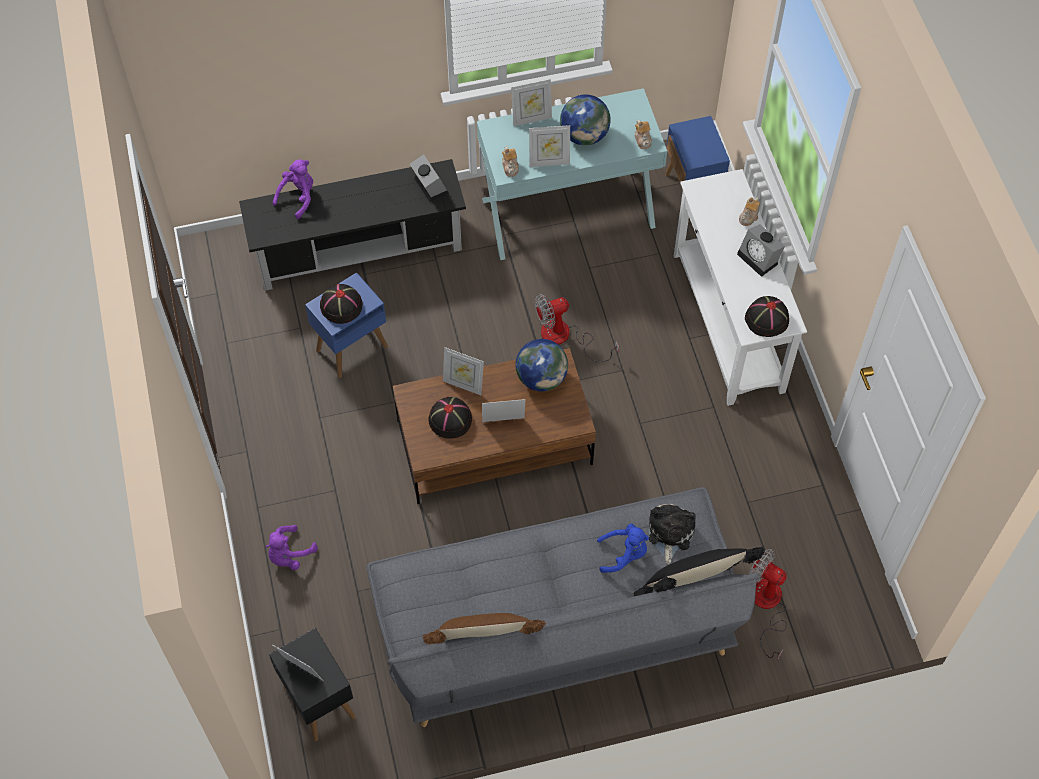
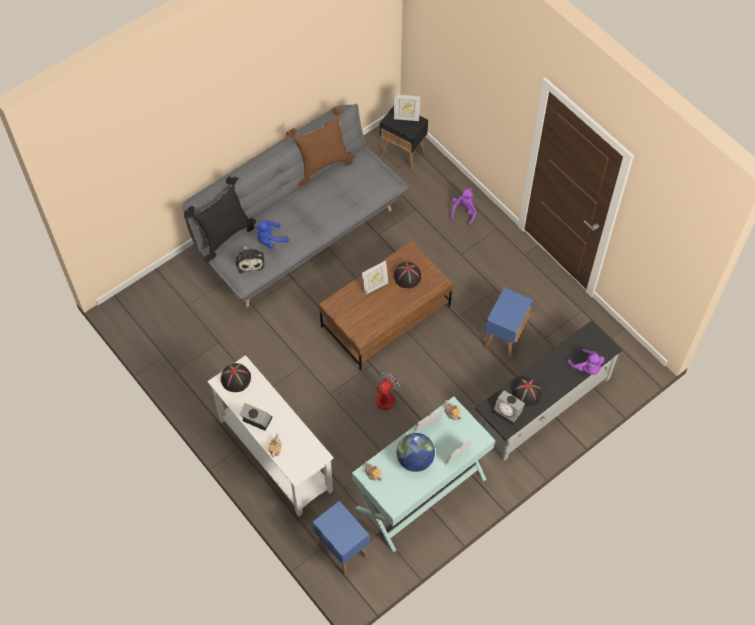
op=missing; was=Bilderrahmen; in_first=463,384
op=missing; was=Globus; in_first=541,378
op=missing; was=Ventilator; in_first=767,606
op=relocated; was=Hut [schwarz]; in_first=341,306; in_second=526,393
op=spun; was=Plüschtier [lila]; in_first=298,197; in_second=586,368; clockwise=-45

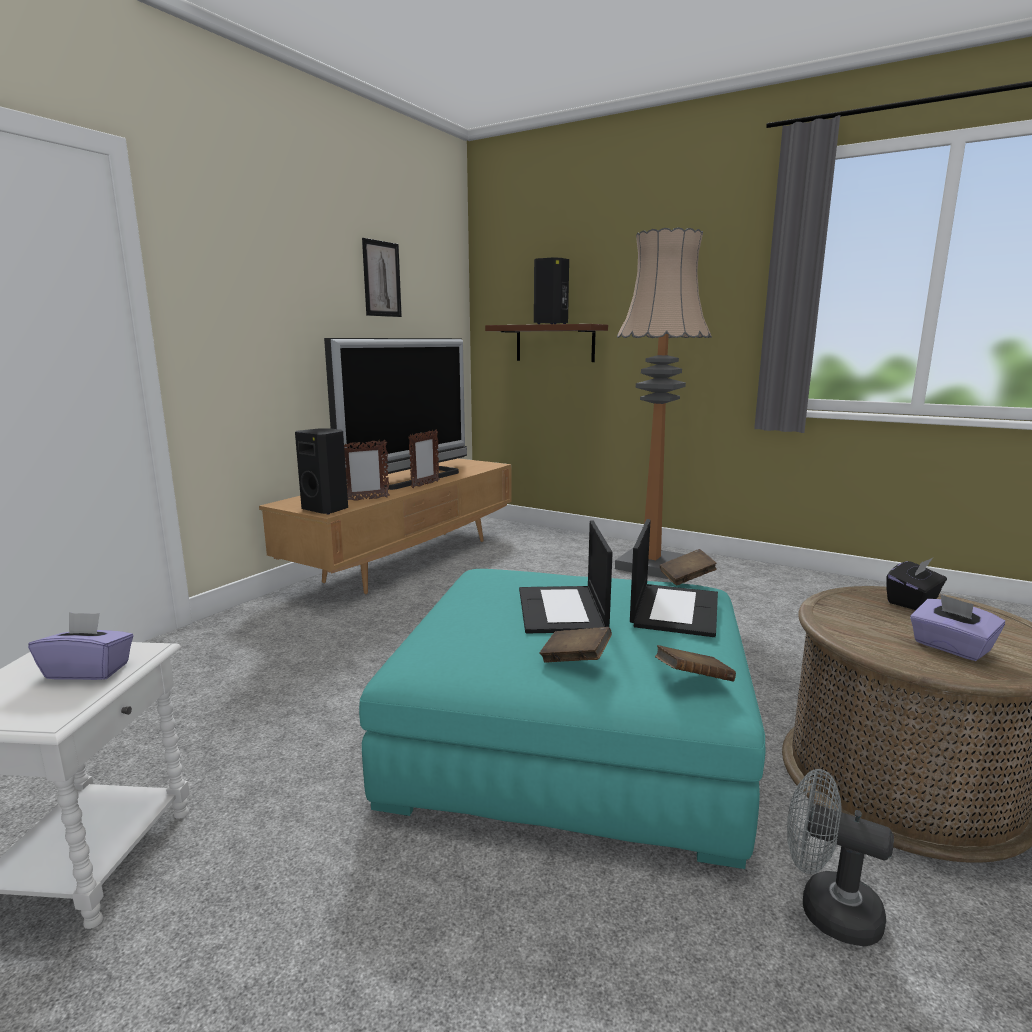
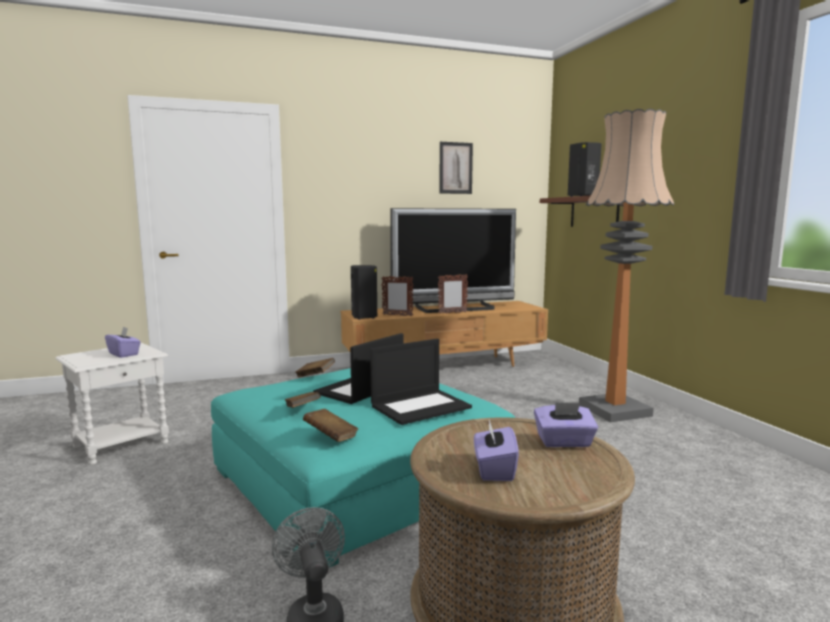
op=relocated; was=Buch [braun]; in_first=687,578; in_second=315,376
op=colour; was=Taschentuchbox [schwarz]; now=Taschentuchbox [lila]; in_first=913,602; in_second=564,442

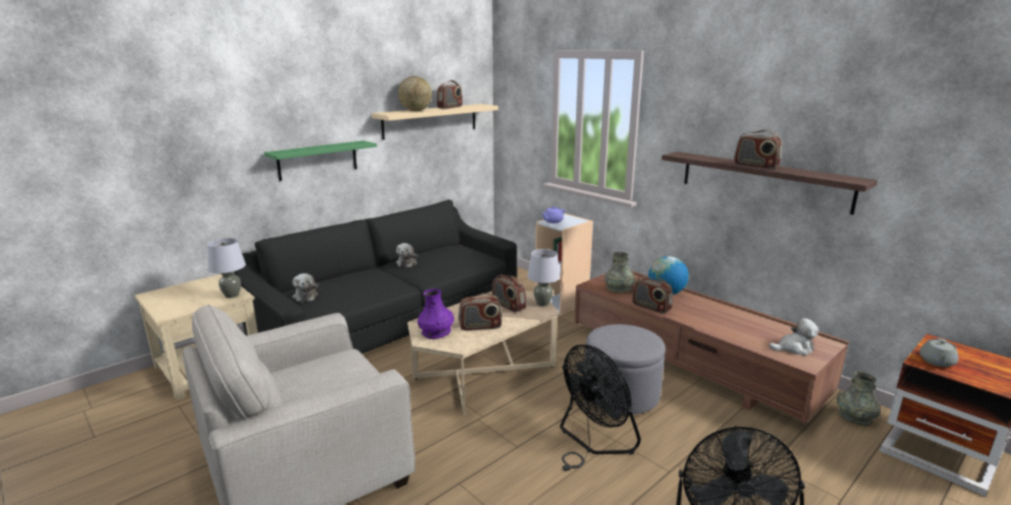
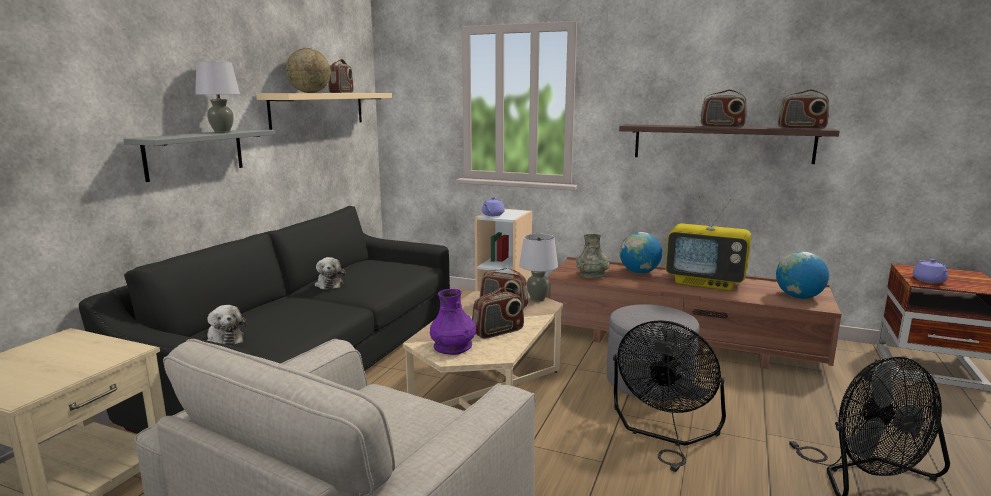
op=missing; was=Vase [grau]; in_first=855,417
op=appeared; now=Fernseher; in_second=706,282
op=relocated; was=Tischlampe [grau]; in_first=232,295; in_second=222,132
op=relocated; was=Radio; in_first=651,307; in_second=801,128
op=exchanged; was=Plüschtier; now=Globus; in_first=794,348; in_second=798,297
op=colour; was=Wandregal [grün]; now=Wandregal [grau]; in_first=318,160; in_second=195,153
op=colour; was=Teekanne [grau]; now=Teekanne [lila]; in_first=936,362; in_second=929,281

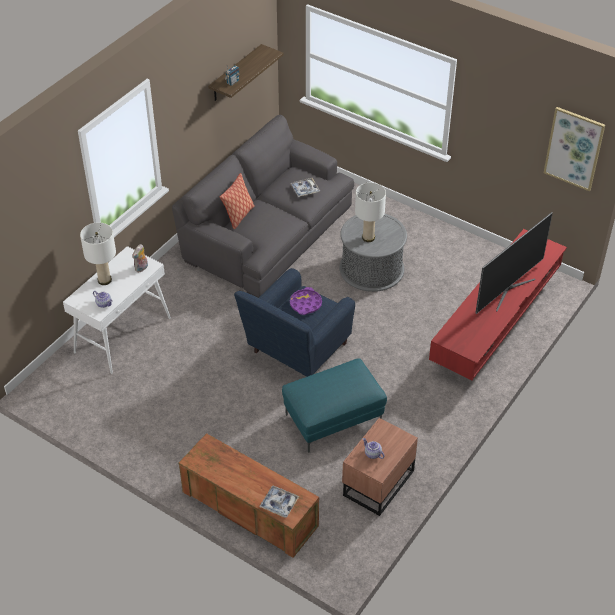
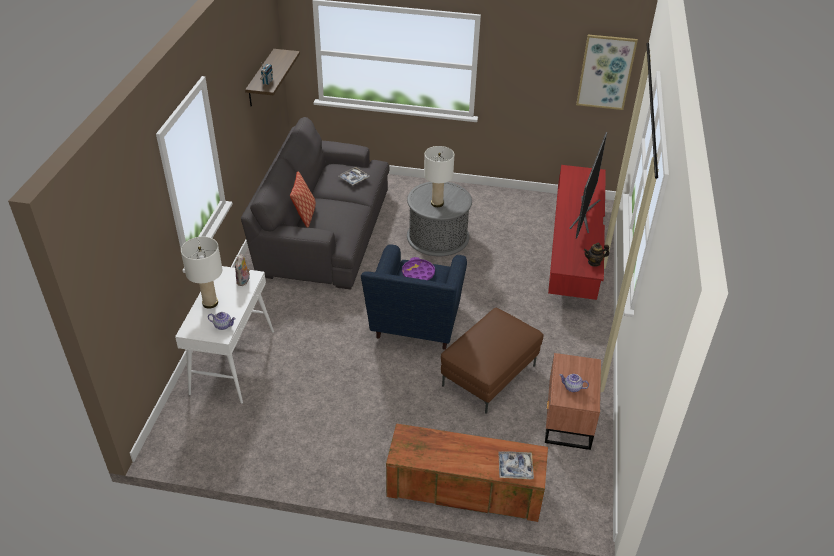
op=appeared; now=Teekanne; in_second=594,262
op=colour; was=Polsterhocker [türkis]; now=Polsterhocker [braun]; in_first=333,420; in_second=489,376

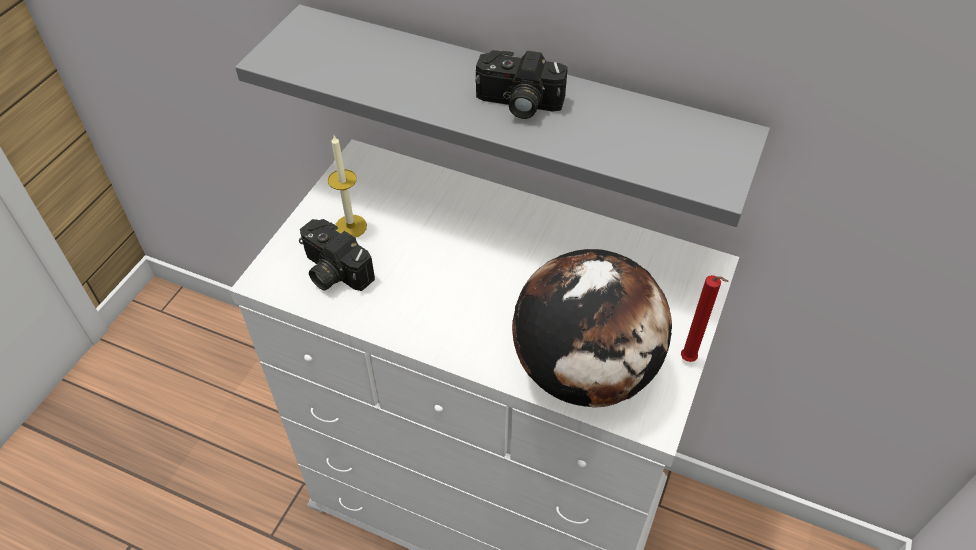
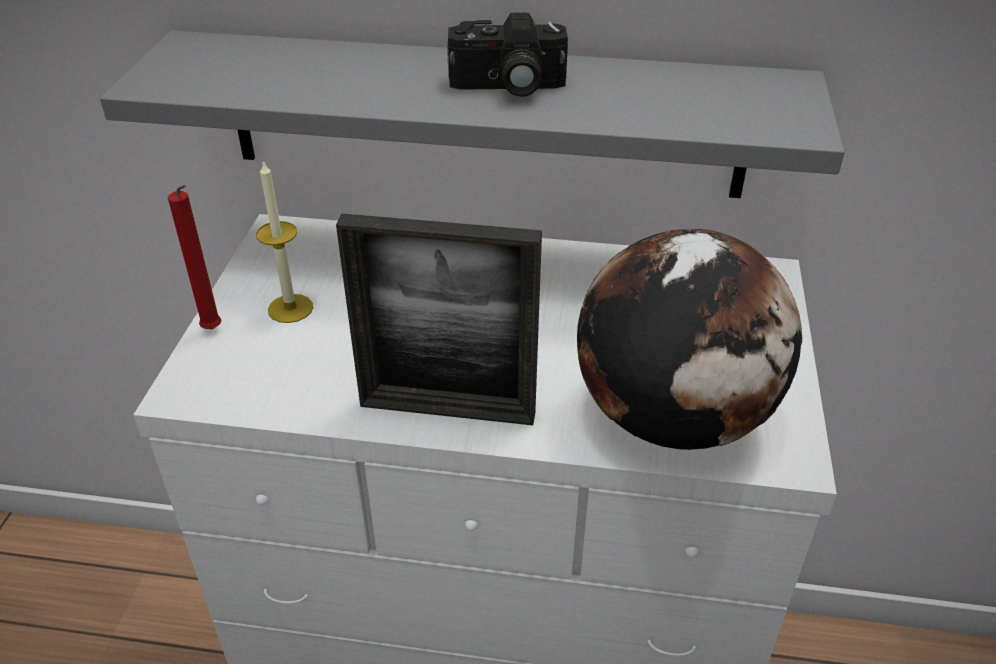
op=missing; was=Kamera; in_first=332,271
op=appeared; now=Bilderrahmen; in_second=447,409
op=relocated; was=Kerze [rot]; in_first=689,361; in_second=214,331

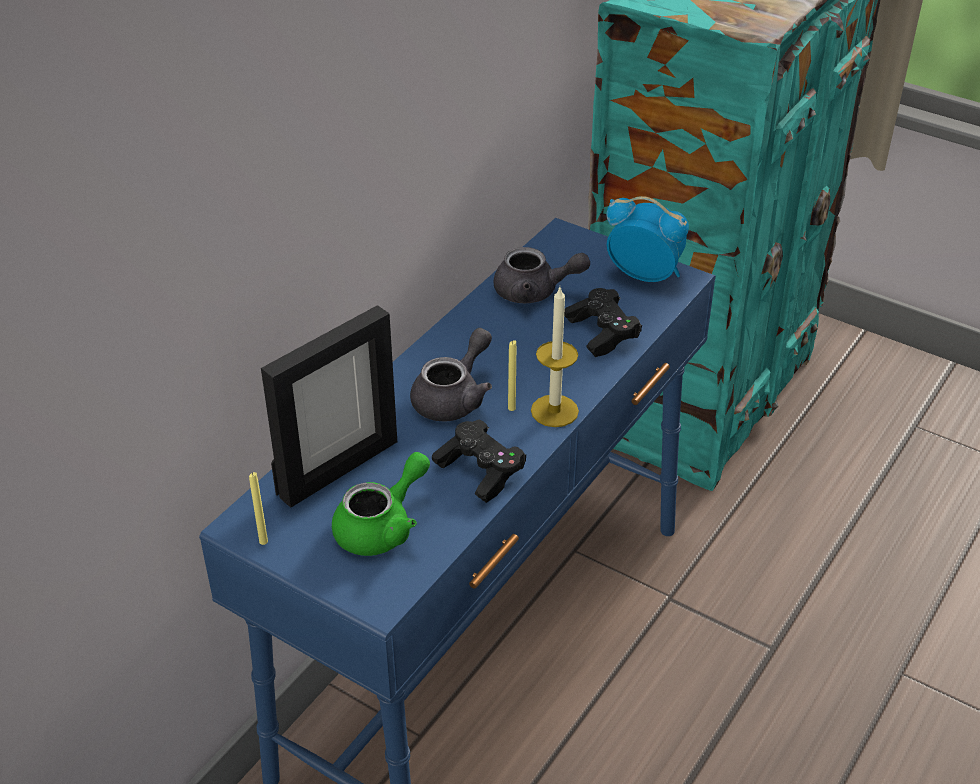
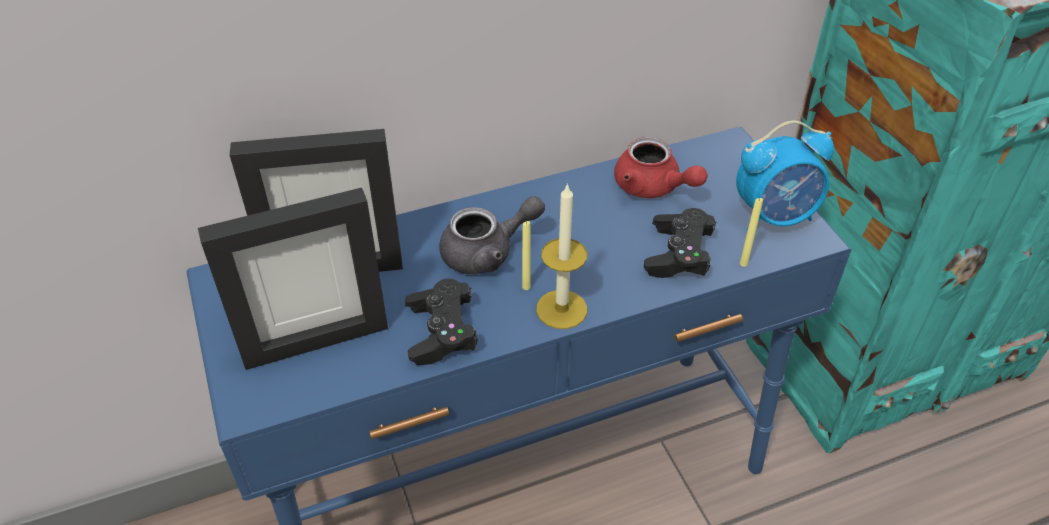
op=relocated; was=Kerze [gelb]; in_first=263,541; in_second=743,264
op=exchanged; was=Teekanne [grün]; now=Bilderrahmen; in_first=382,526; in_second=315,339
op=colour; was=Teekanne [grau]; now=Teekanne [rot]; in_first=535,292; in_second=653,187
op=spun; was=Wecker; in_first=644,274; in_second=775,216; clockwise=105

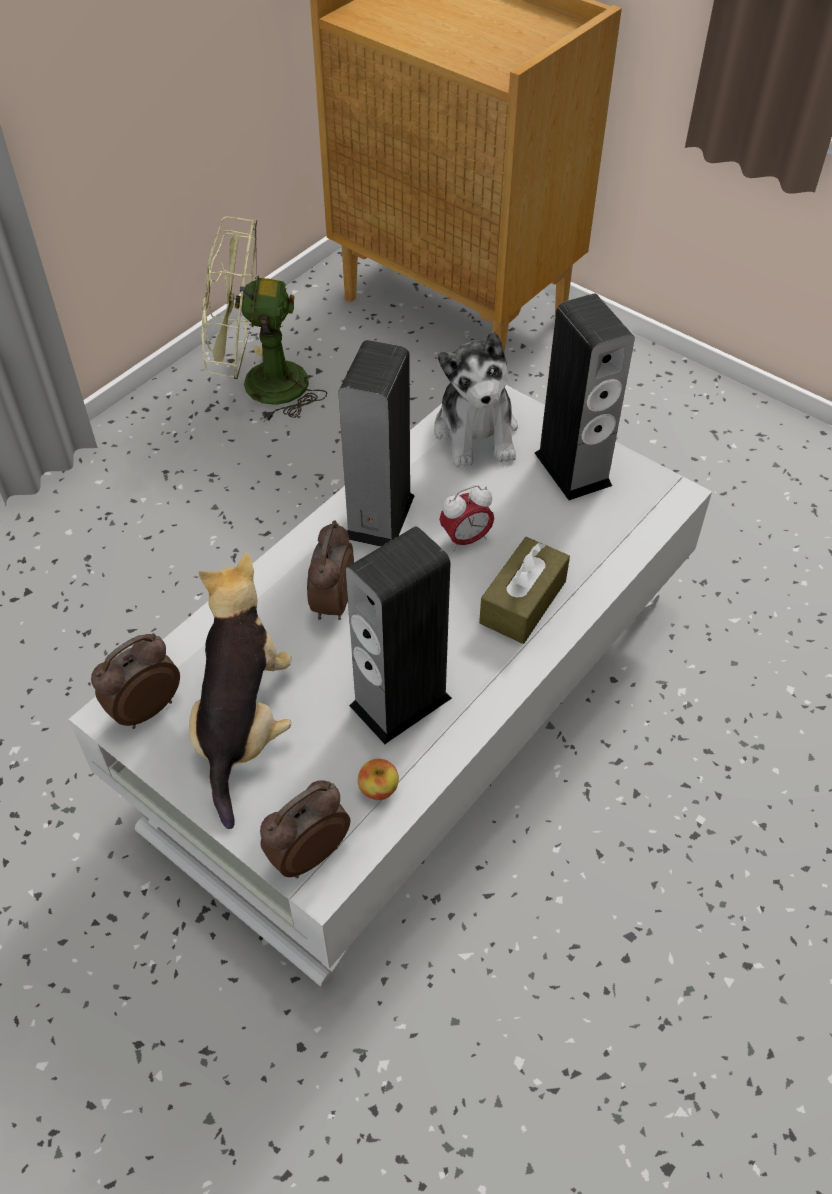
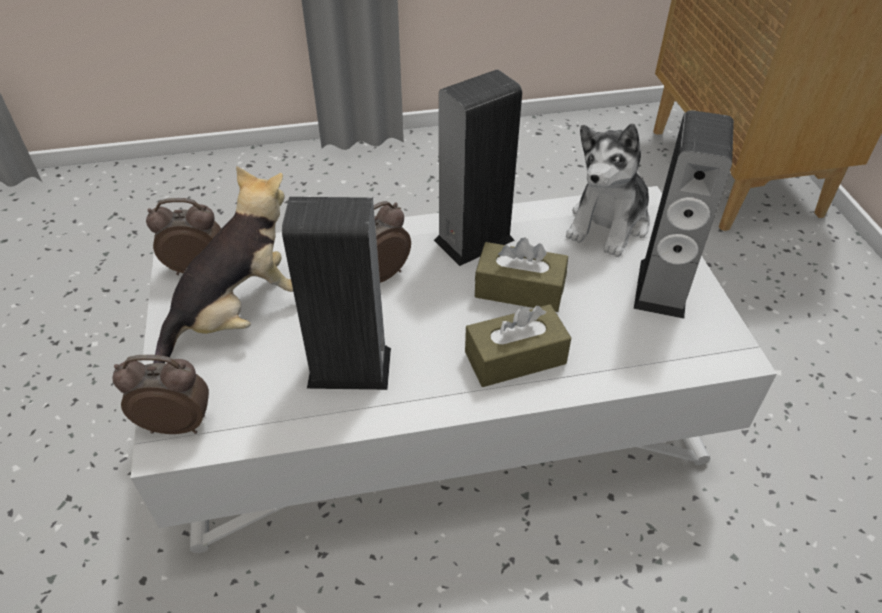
op=missing; was=Ventilator [grün]; in_first=260,386
op=missing; was=Apfel; in_first=378,789
op=exchanged; was=Wecker; now=Taschentuchbox [braun]; in_first=465,539; in_second=519,289

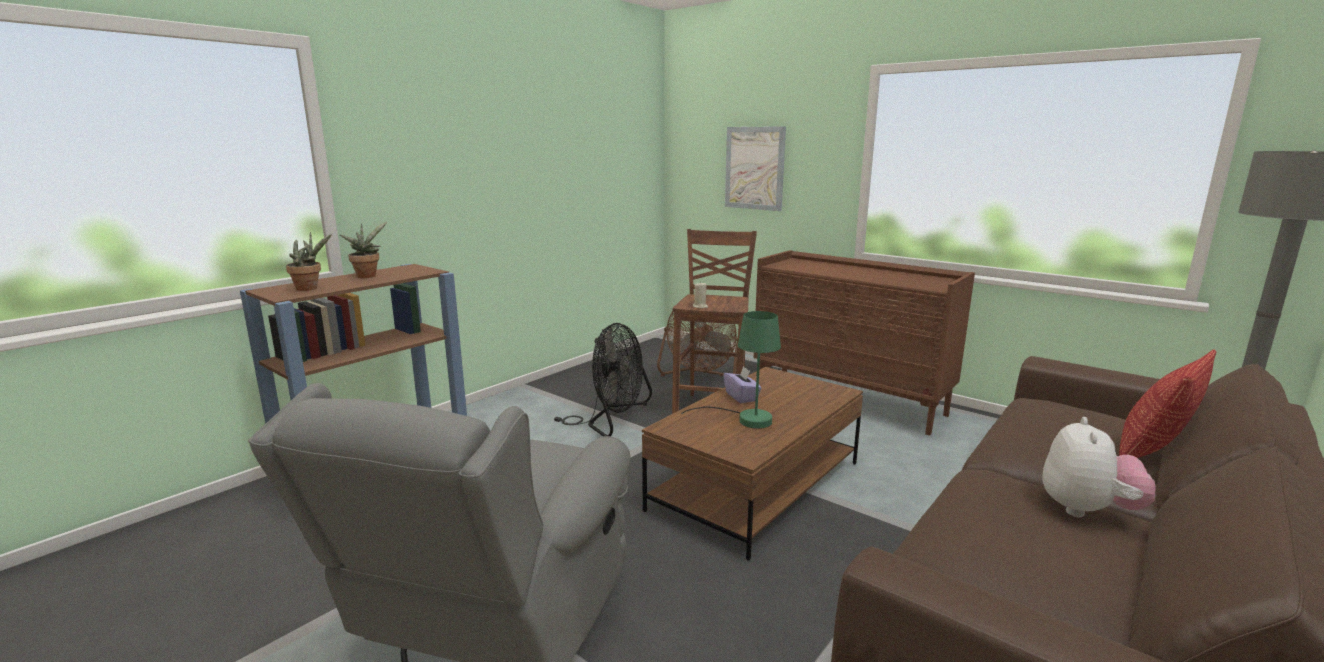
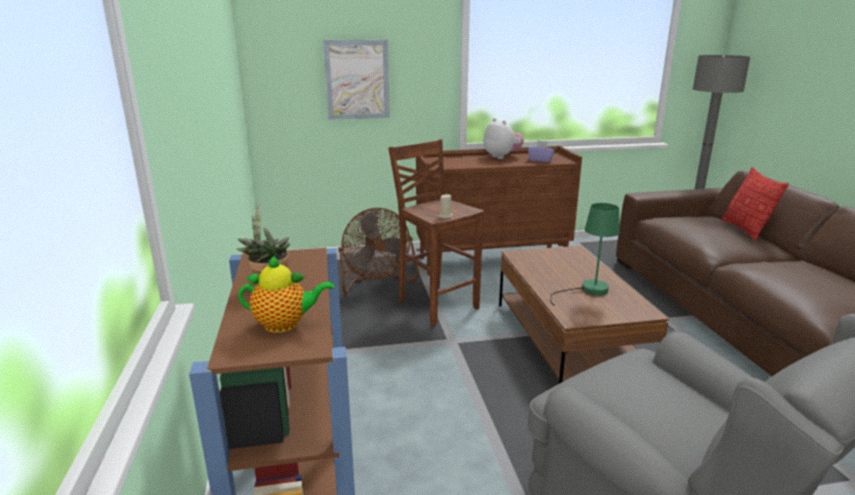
op=missing; was=Ventilator [schwarz]; in_first=609,420
op=relocated; was=Taschentuchbox [lila]; in_first=741,397; in_second=540,160
op=relocated; was=Plüschtier; in_first=1087,510; in_second=502,157
op=exchanged; was=Topfpflanze; now=Teekanne; in_first=310,288; in_second=285,324

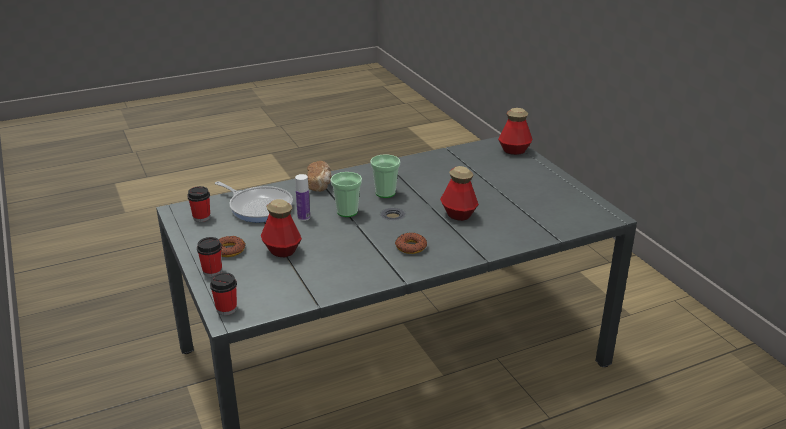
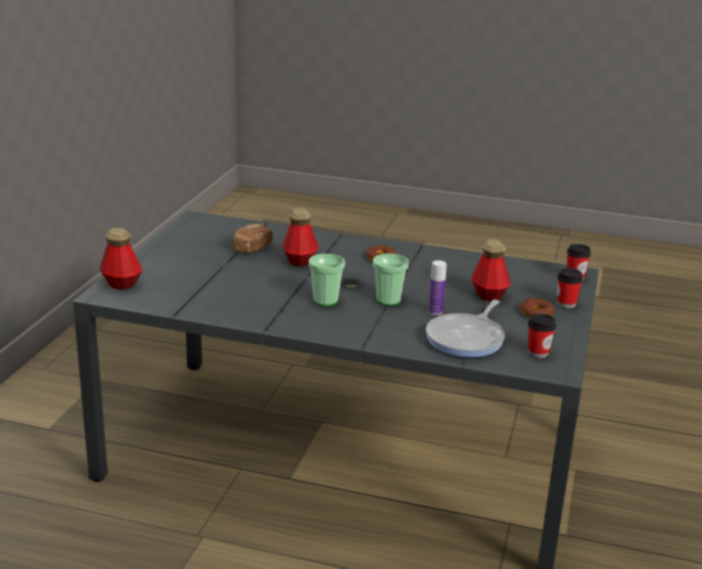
op=relocated; was=Brot; in_first=320,184; in_second=251,248
op=spun; was=Pfanne; in_first=259,207; in_second=467,339; clockwise=-135

